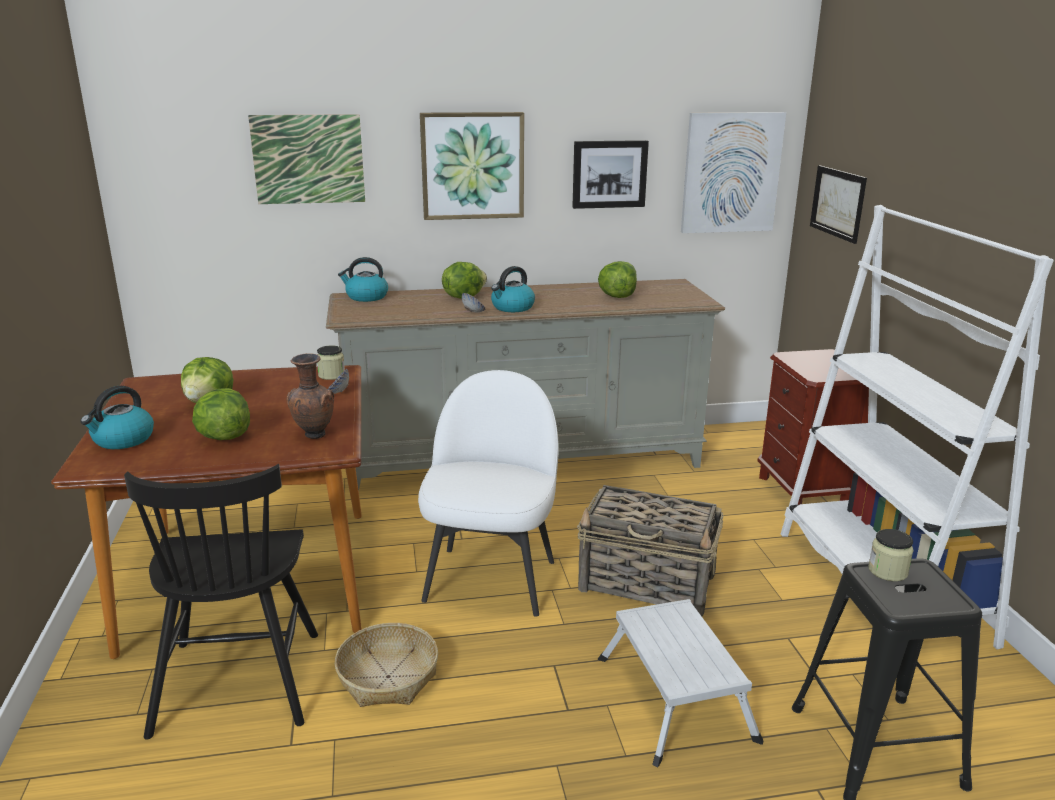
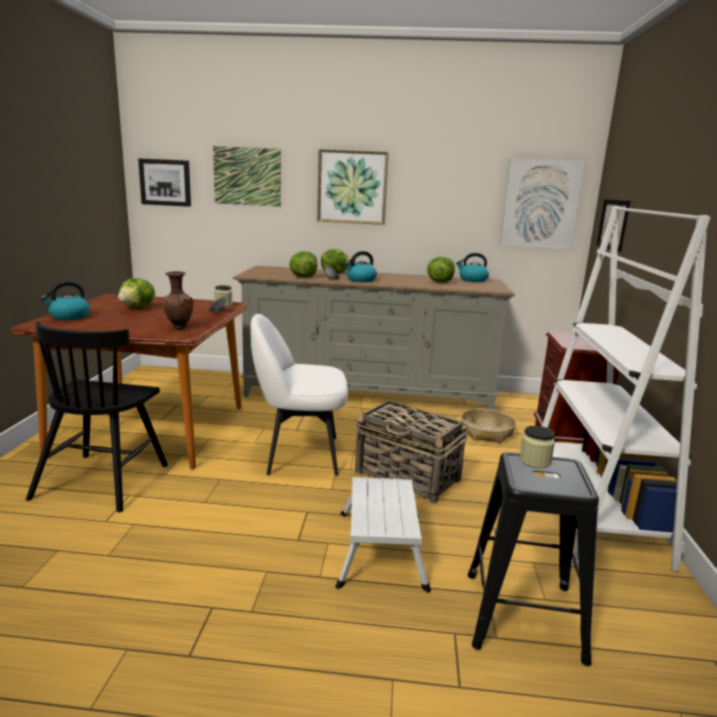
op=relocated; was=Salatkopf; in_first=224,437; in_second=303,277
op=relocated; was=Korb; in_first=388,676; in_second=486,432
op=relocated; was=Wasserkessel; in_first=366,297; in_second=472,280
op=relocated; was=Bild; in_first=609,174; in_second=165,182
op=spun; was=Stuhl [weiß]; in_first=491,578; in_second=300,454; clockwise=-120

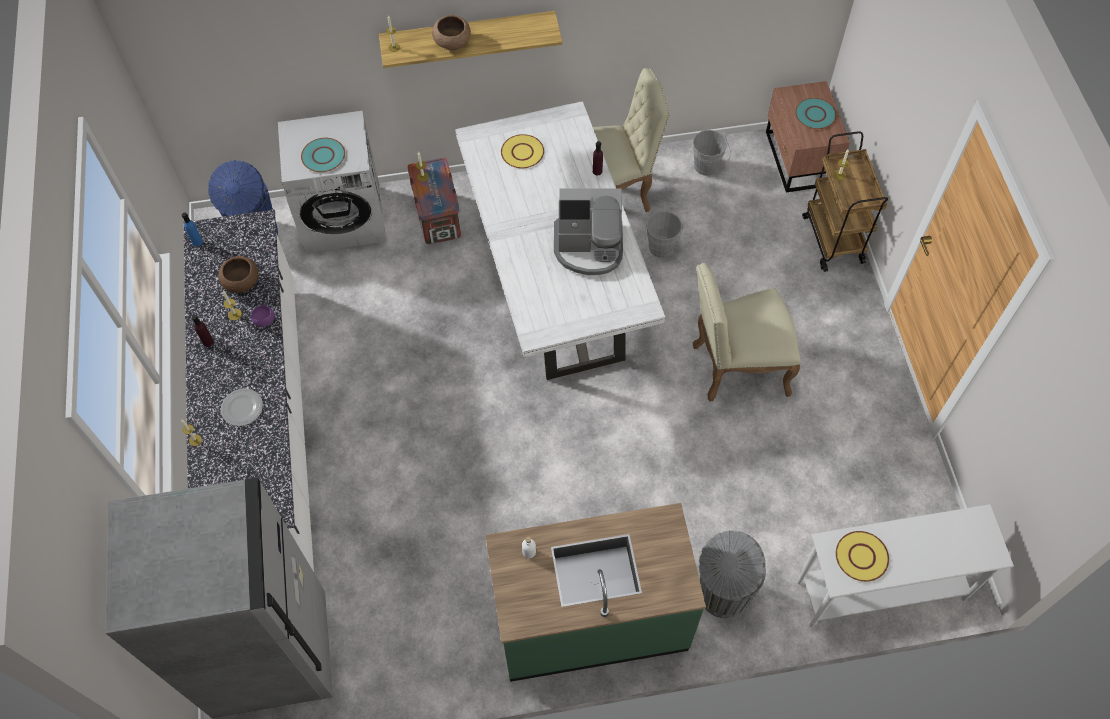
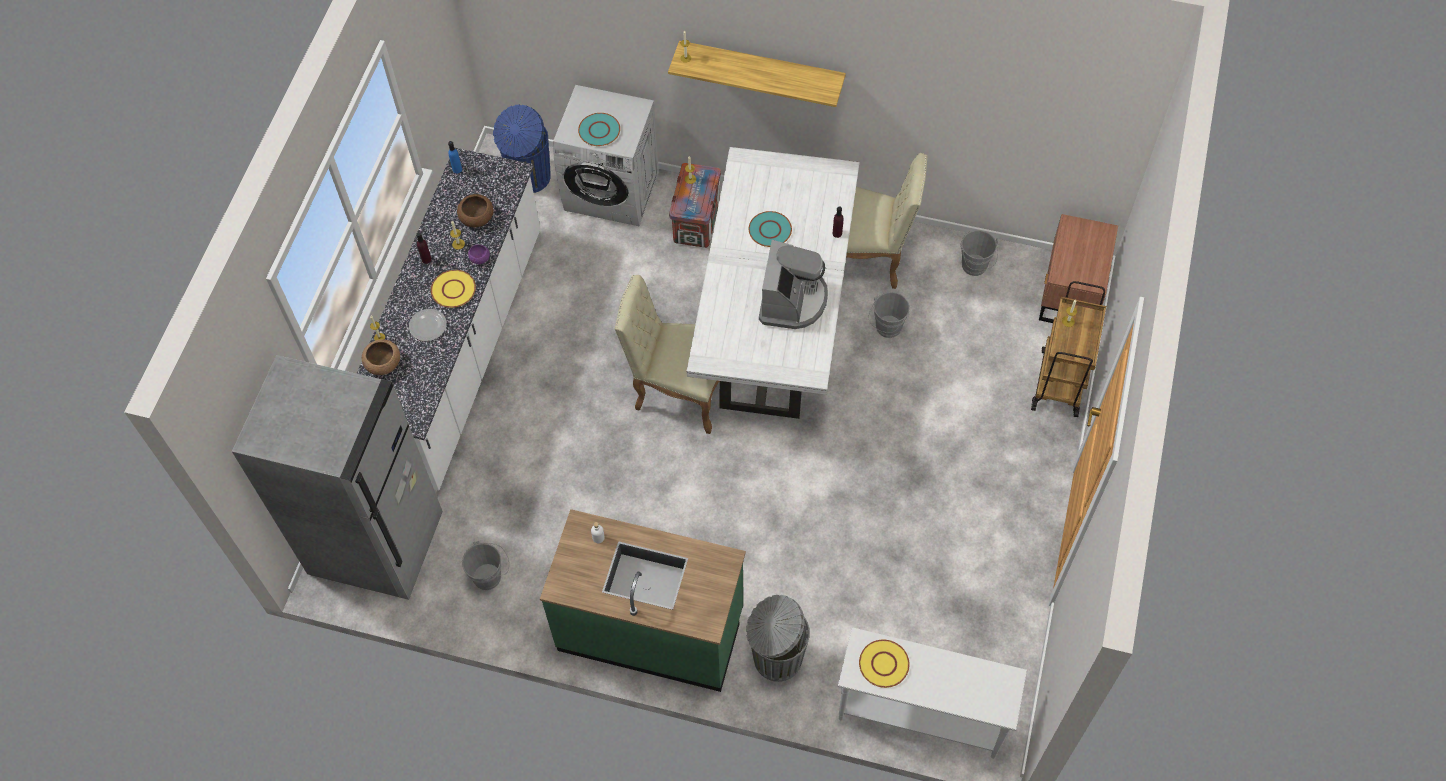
op=appeared; now=Eimer [grau]; in_second=490,576
op=relocated; was=Schüssel [braun]; in_first=453,42; in_second=384,364
op=relocated; was=Teller [gelb]; in_first=522,152; in_second=453,289
op=relocated; was=Stuhl [beige]; in_first=736,366; in_second=679,390
op=relocated; was=Teller [türkis]; in_first=815,114; in_second=769,230
op=spun; was=Kaffeemaschine; in_first=589,247; in_second=792,300; clockwise=-105

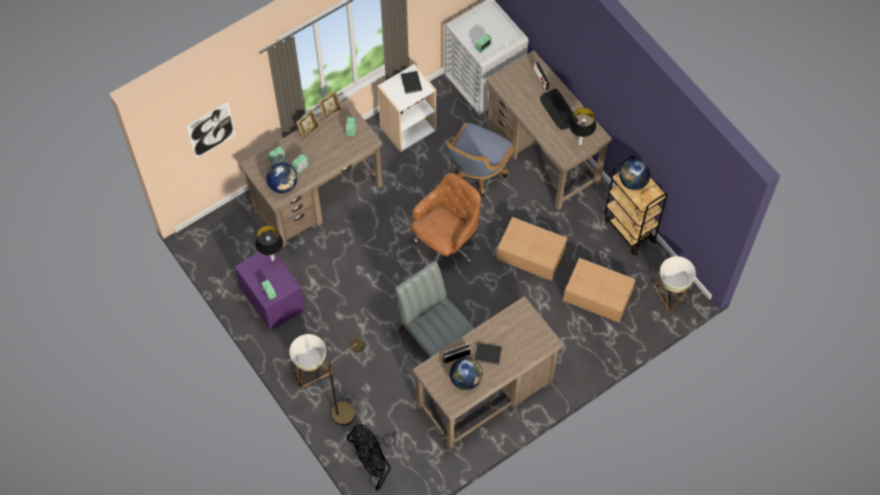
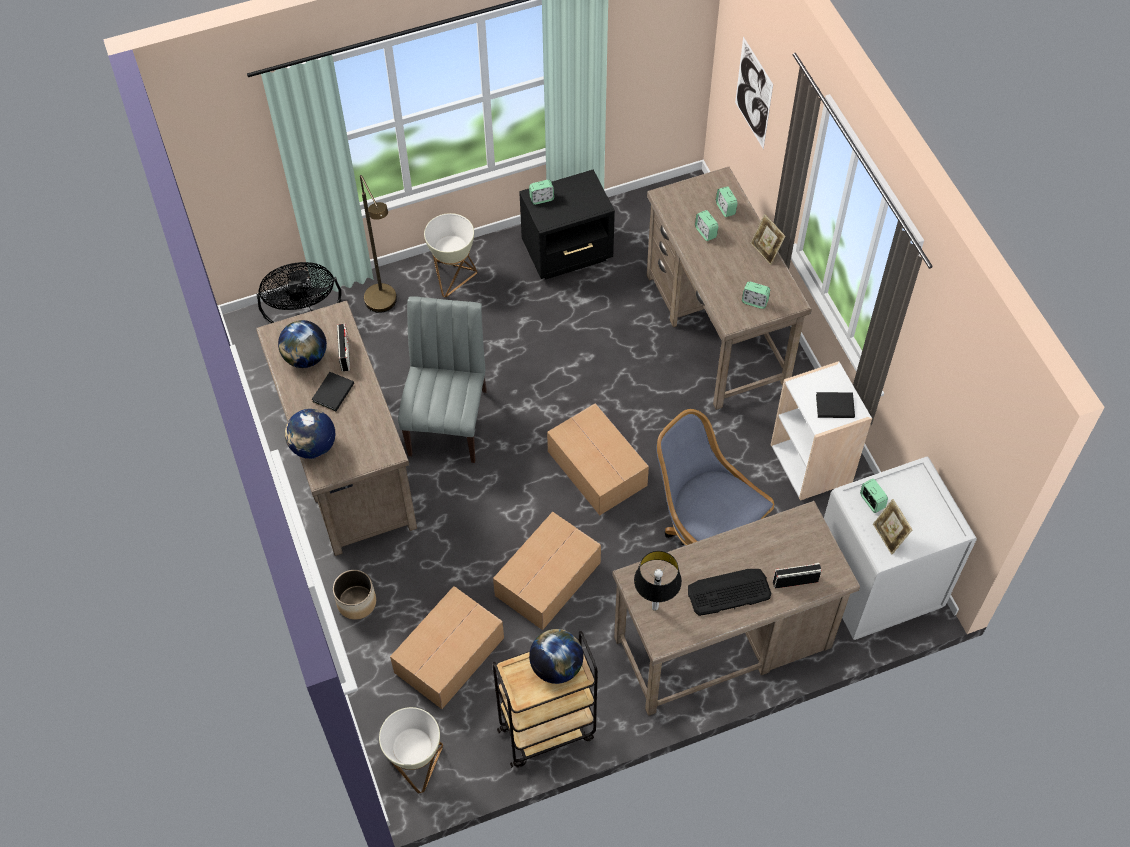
op=missing; was=Tischlampe; in_first=272,259
op=appeared; now=Pflanzkübel; in_second=356,602
op=relocated; was=Globus; in_first=283,185; in_second=313,446
op=relocated; was=Bilderrahmen; in_first=330,112; in_second=888,537
op=exchanged; was=Bürostuhl [braun]; now=Karton; in_first=446,244; in_second=597,470
op=colour; was=Nachttisch [lila]; now=Nachttisch [schwarz]; in_first=273,301; in_second=569,253
op=spun; was=Stuhl [grau]; in_first=435,340; in_second=448,423; clockwise=-60

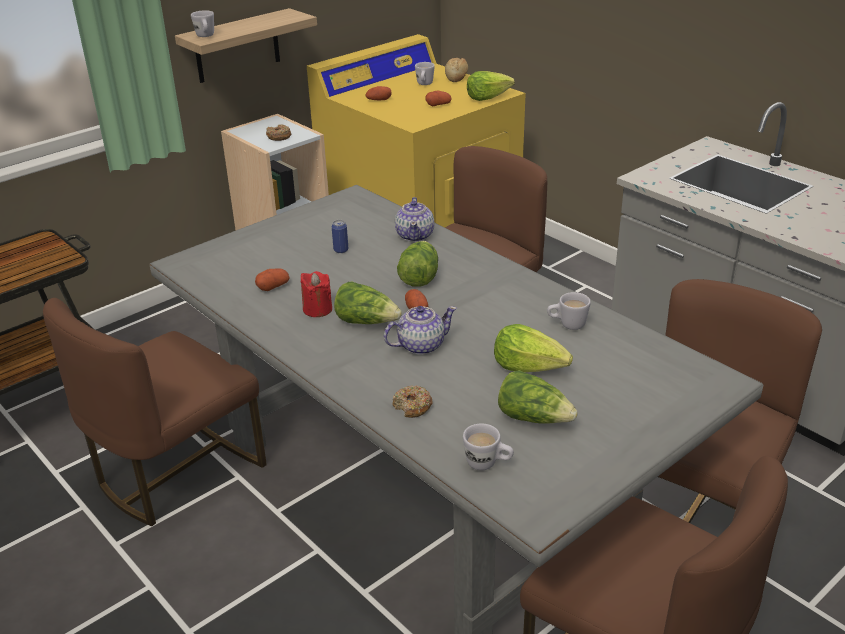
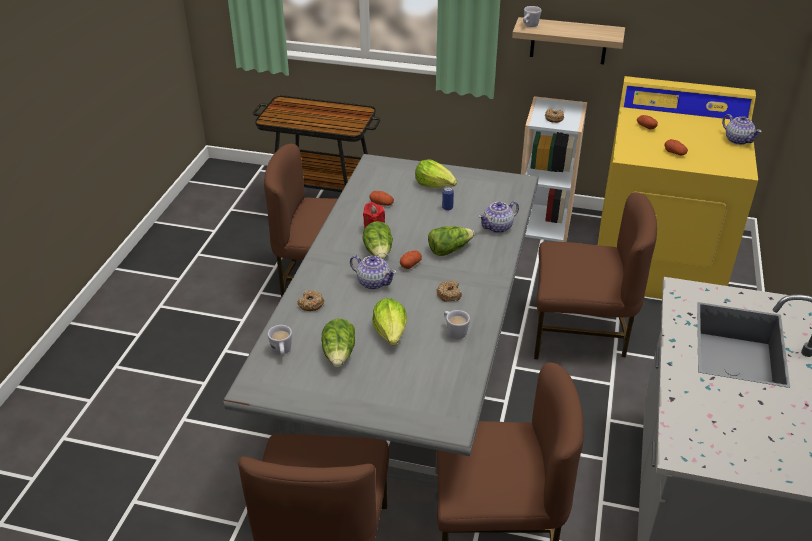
op=missing; was=Henkelbecher [weiß]; in_first=424,84
op=appeared; now=Donut; in_second=449,295
op=relocated; was=Salatkopf; in_first=487,97; in_second=435,185
op=exchanged; was=Brot; now=Teekanne; in_first=456,77; in_second=737,140

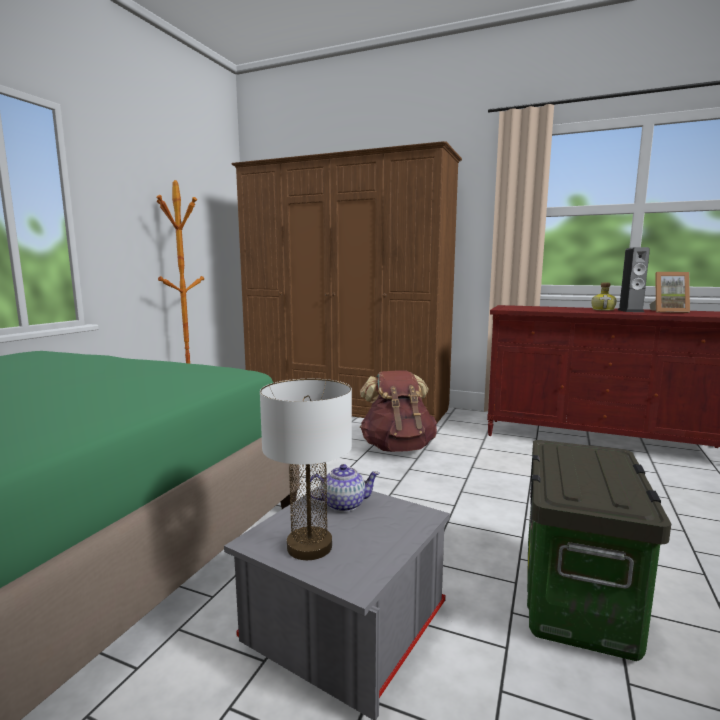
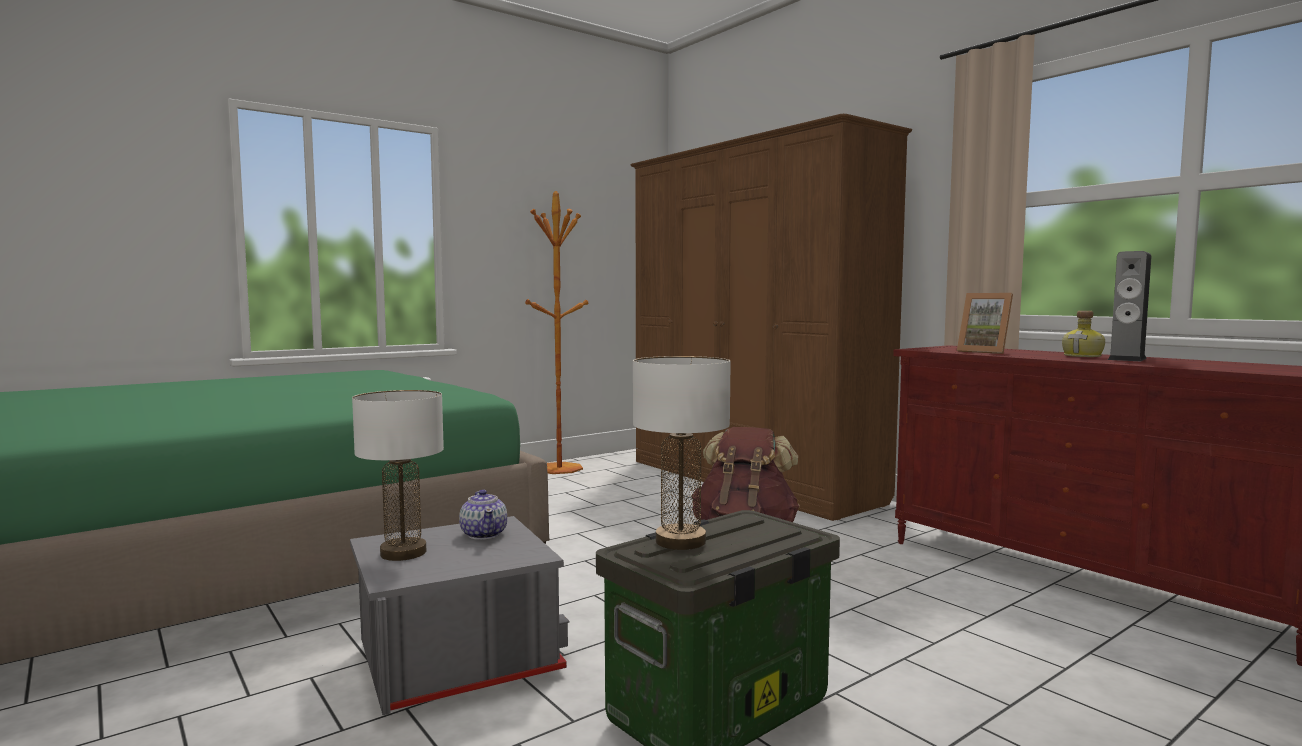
op=appeared; now=Tischlampe; in_second=680,541
op=relocated; was=Bilderrahmen; in_first=668,311; in_second=985,351
op=spun; was=Teekanne; in_first=343,504; in_second=484,534; clockwise=45

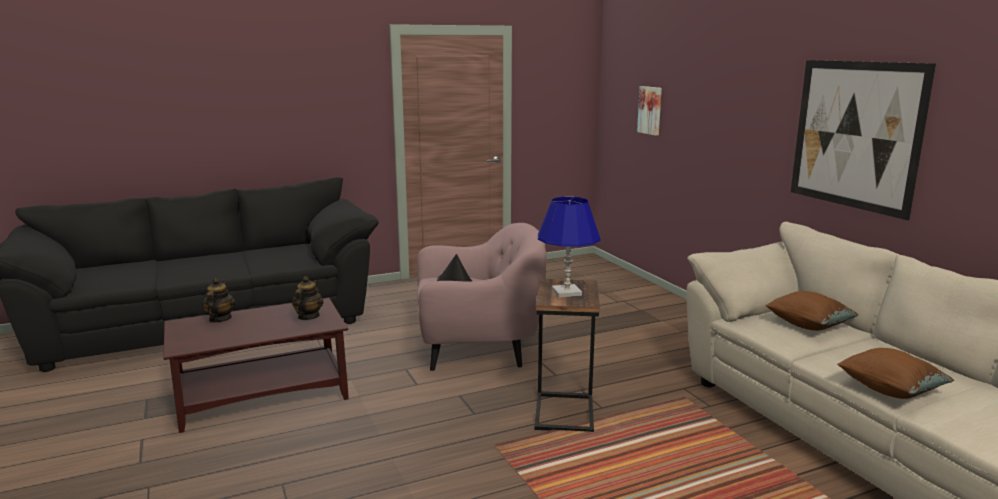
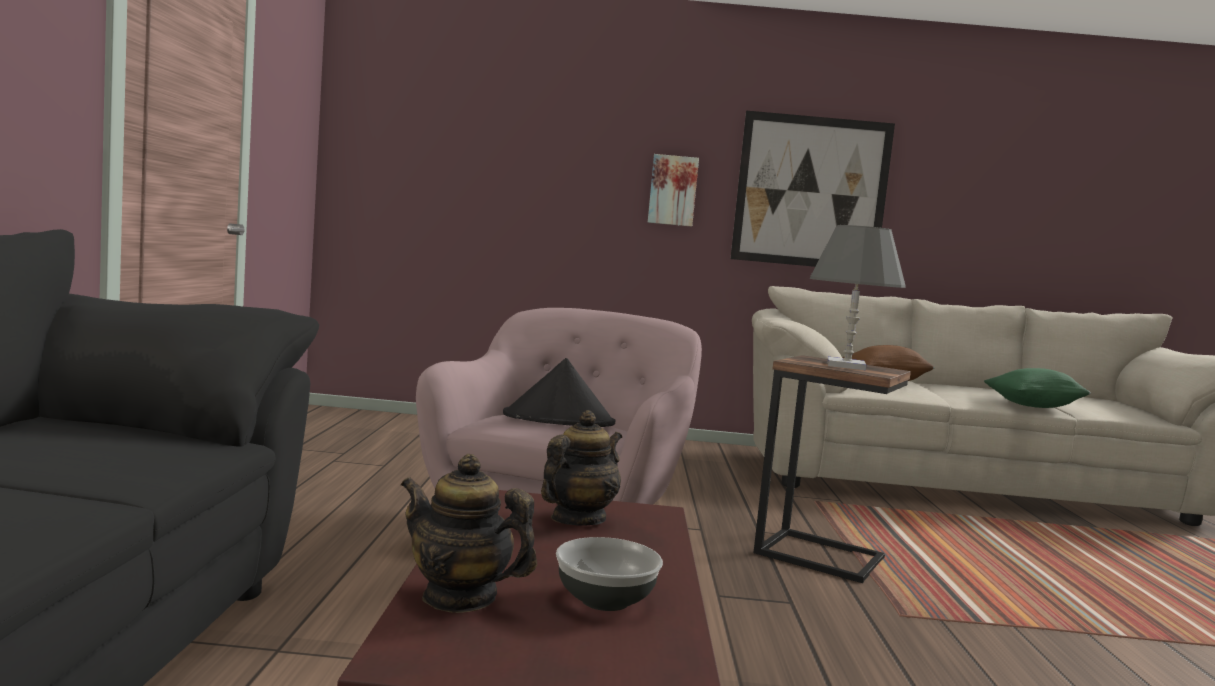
op=appeared; now=Schüssel; in_second=606,600
op=relocated; was=Bild; in_first=651,110; in_second=672,190
op=colour; was=Tischlampe [blau]; now=Tischlampe [grau]; in_first=567,292; in_second=846,366
op=colour; was=Kissen [braun]; now=Kissen [grün]; in_first=890,390; in_second=1033,406
op=spun; was=Teekanne; in_first=308,316; in_second=577,519; clockwise=90

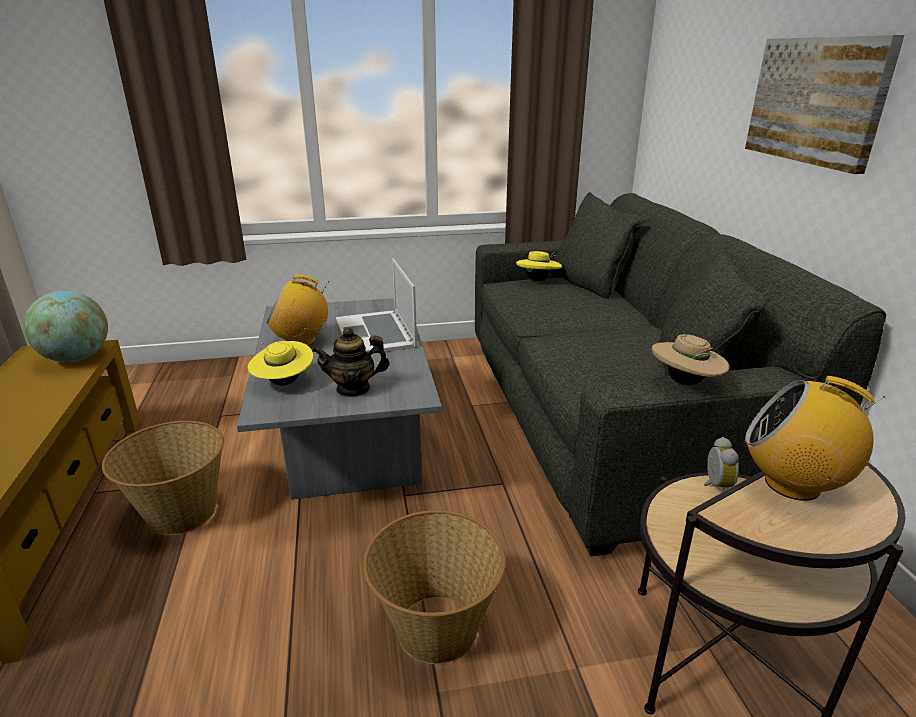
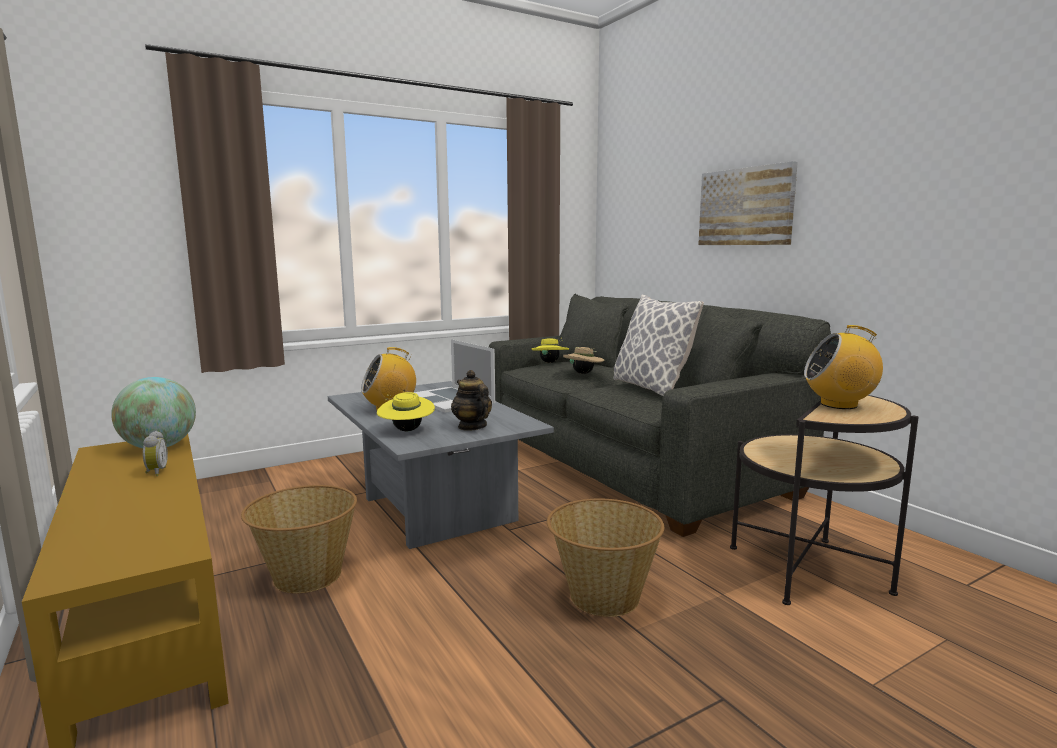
op=appeared; now=Kissen; in_second=651,388
op=relocated; was=Hut [beige]; in_first=685,383; in_second=583,373
op=relocated; was=Wecker; in_first=715,486; in_second=155,472
op=spun; was=Teekanne; in_first=353,389; in_second=472,427; clockwise=90

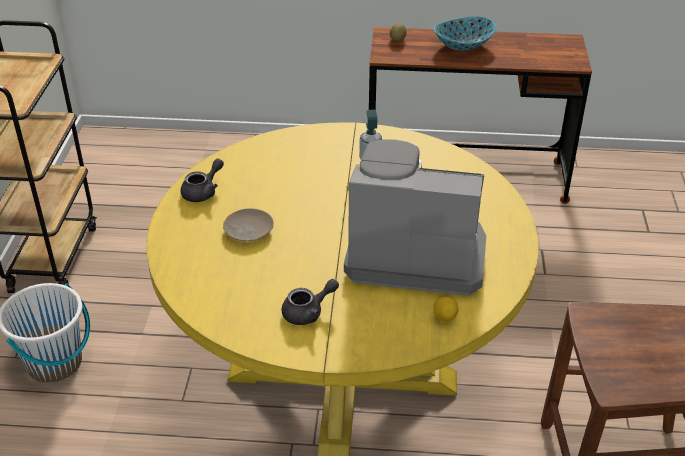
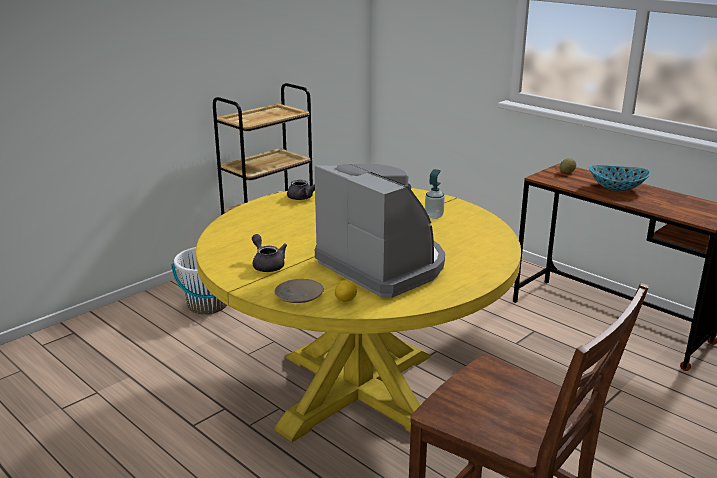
op=relocated; was=Teller [beige]; in_first=248,231; in_second=298,297
op=spun; was=Teekanne [grau]; in_first=308,312; in_second=267,264; clockwise=-135

